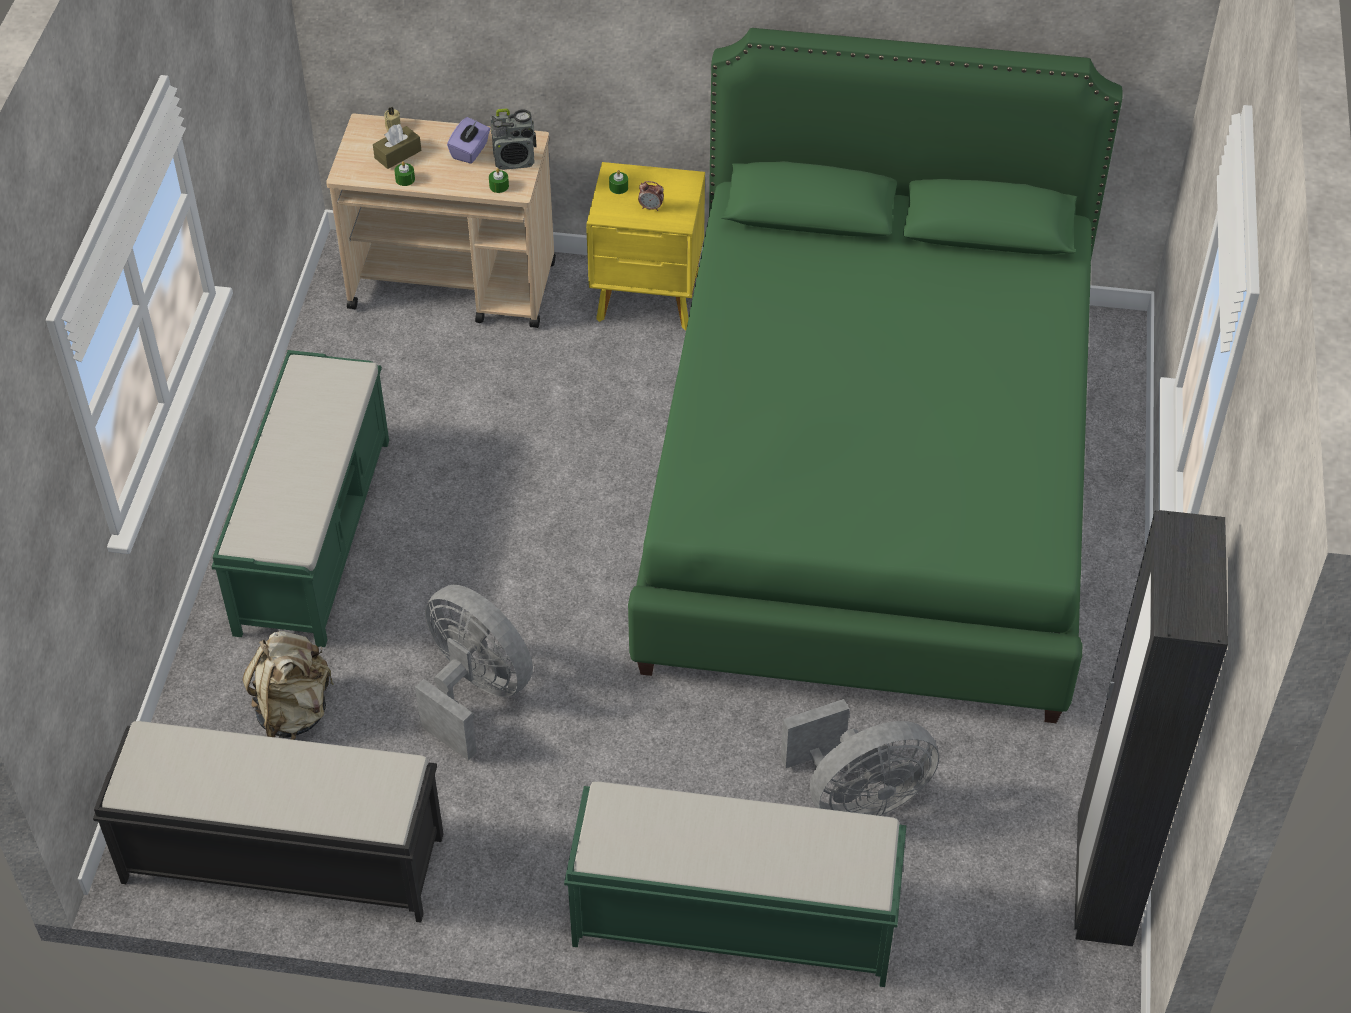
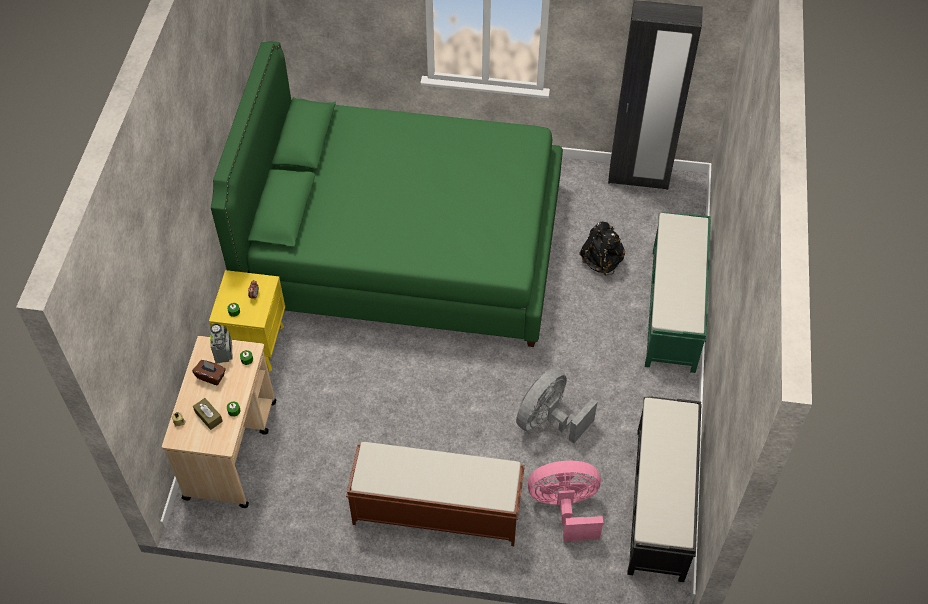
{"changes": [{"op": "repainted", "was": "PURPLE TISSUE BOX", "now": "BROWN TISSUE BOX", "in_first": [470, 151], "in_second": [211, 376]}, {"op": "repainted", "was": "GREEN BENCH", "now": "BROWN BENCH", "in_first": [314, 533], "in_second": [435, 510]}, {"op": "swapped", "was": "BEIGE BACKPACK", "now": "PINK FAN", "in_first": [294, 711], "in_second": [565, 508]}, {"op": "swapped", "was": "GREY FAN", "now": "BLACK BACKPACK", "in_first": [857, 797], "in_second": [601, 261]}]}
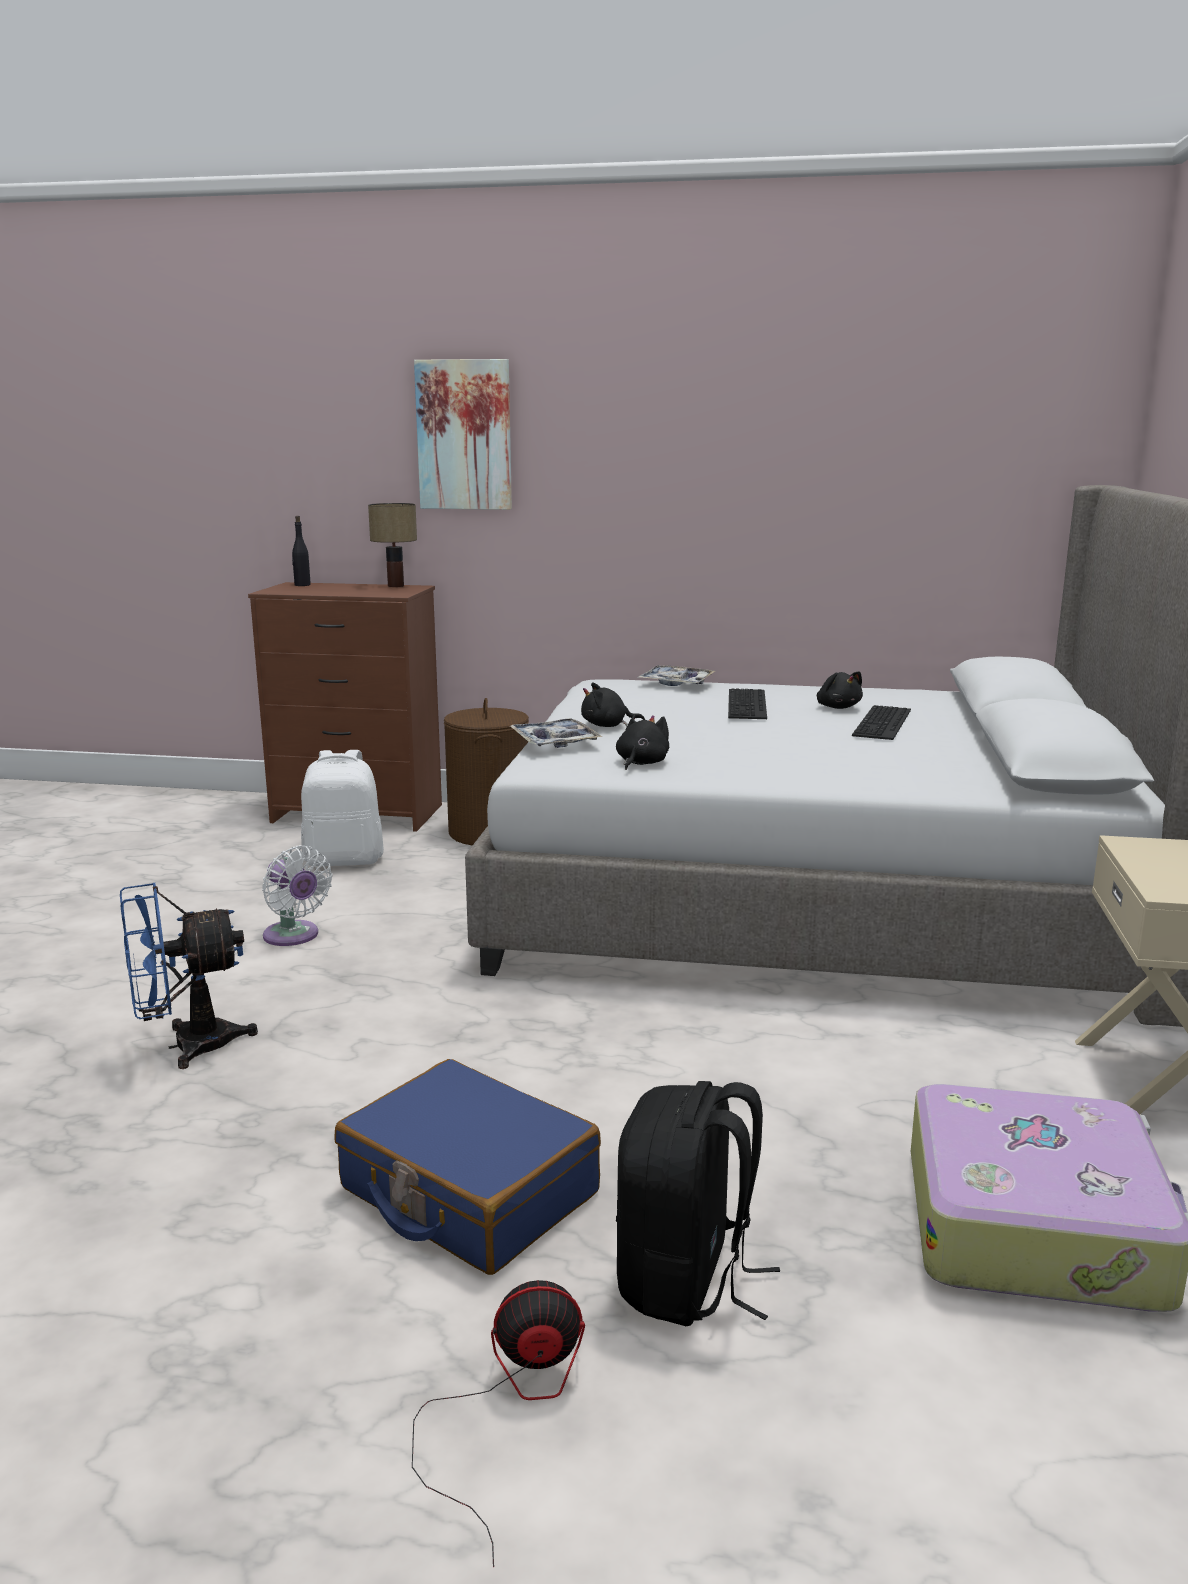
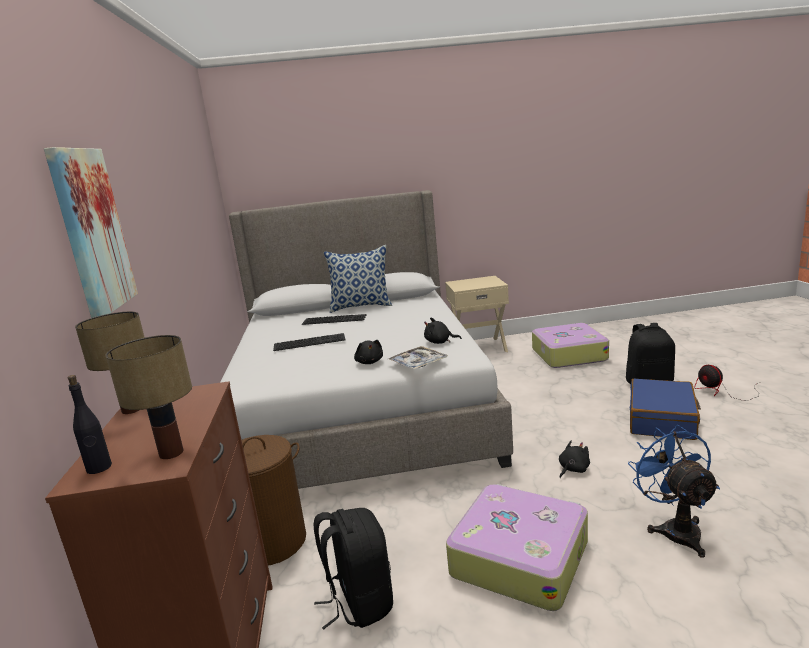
{"changes": [{"op": "new", "now": "TABLE LAMP", "in_second": [172, 453]}, {"op": "repainted", "was": "WHITE BACKPACK", "now": "BLACK BACKPACK", "in_first": [344, 860], "in_second": [359, 602]}, {"op": "new", "now": "PILLOW", "in_second": [361, 306]}, {"op": "swapped", "was": "WHITE FAN", "now": "SUITCASE", "in_first": [294, 936], "in_second": [519, 557]}, {"op": "shifted", "was": "BLACK PLUSH TOY", "in_first": [837, 707], "in_second": [573, 469]}, {"op": "rotated", "was": "BLUE FAN", "in_first": [187, 1046], "in_second": [675, 529], "clockwise": -150}, {"op": "gone", "was": "TRAY", "in_first": [676, 683]}]}
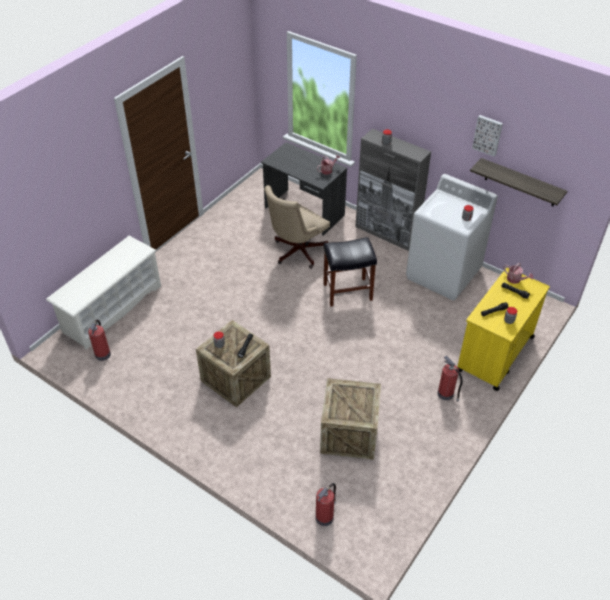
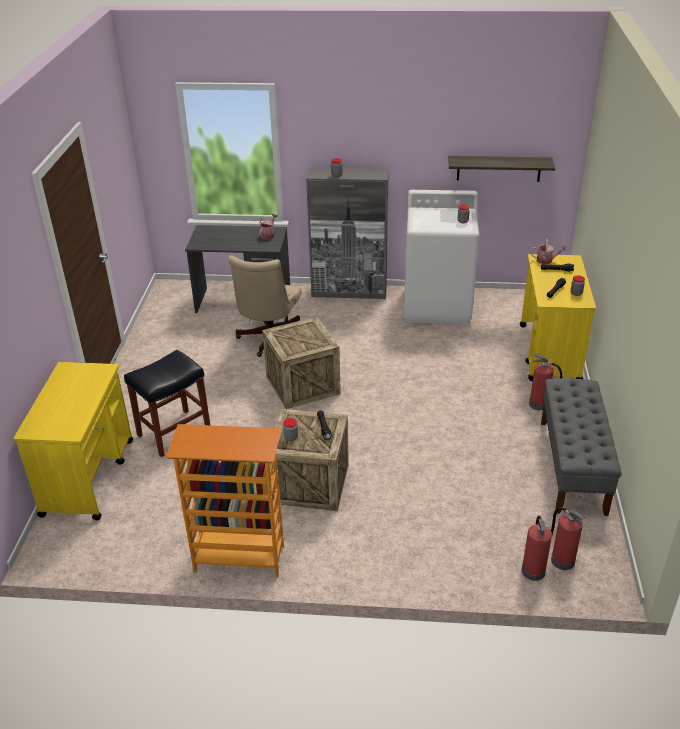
{"changes": [{"op": "swapped", "was": "WHITE SHOE RACK", "now": "YELLOW CART", "in_first": [112, 309], "in_second": [89, 476]}, {"op": "shifted", "was": "BLACK STOOL", "in_first": [347, 292], "in_second": [173, 433]}, {"op": "new", "now": "BOOKCASE", "in_second": [239, 559]}, {"op": "shifted", "was": "CRATE", "in_first": [349, 434], "in_second": [302, 385]}, {"op": "new", "now": "GREY BENCH", "in_second": [572, 466]}, {"op": "shifted", "was": "FIRE EXTINGUISHER", "in_first": [103, 354], "in_second": [561, 560]}, {"op": "gone", "was": "PICTURE", "in_first": [488, 135]}]}
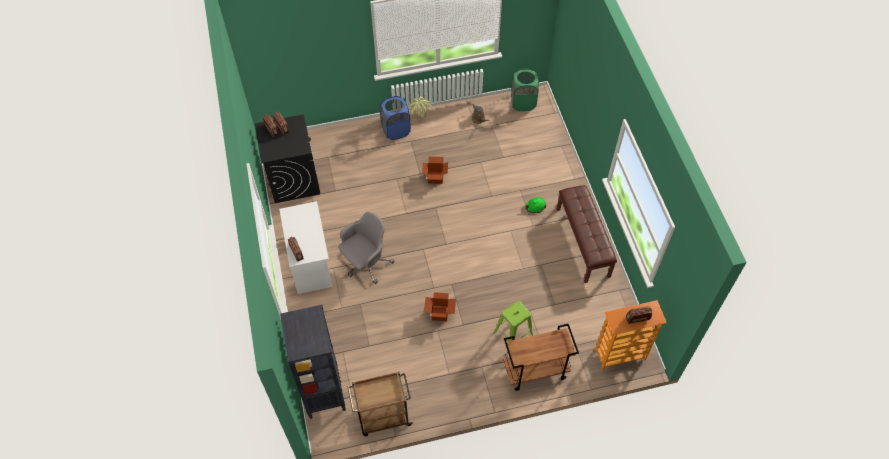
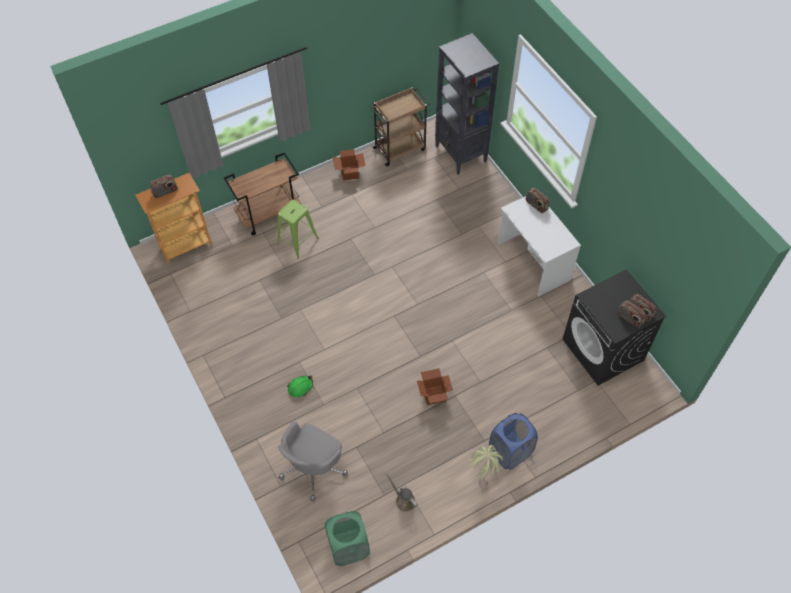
{"changes": [{"op": "shifted", "was": "GREY OFFICE CHAIR", "in_first": [366, 263], "in_second": [313, 468]}, {"op": "shifted", "was": "CARDBOARD BOX", "in_first": [440, 313], "in_second": [349, 173]}, {"op": "gone", "was": "BROWN BENCH", "in_first": [583, 242]}]}
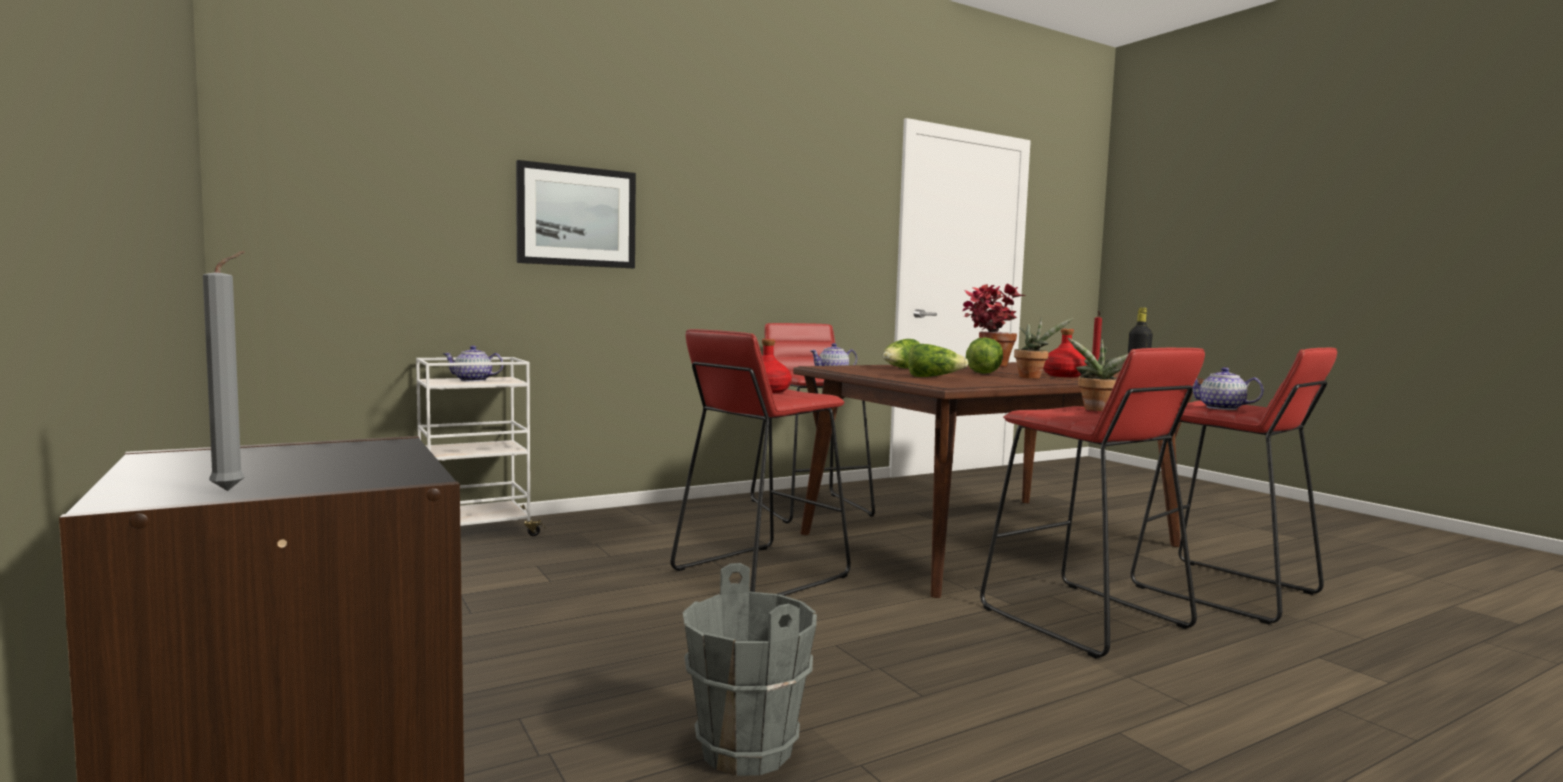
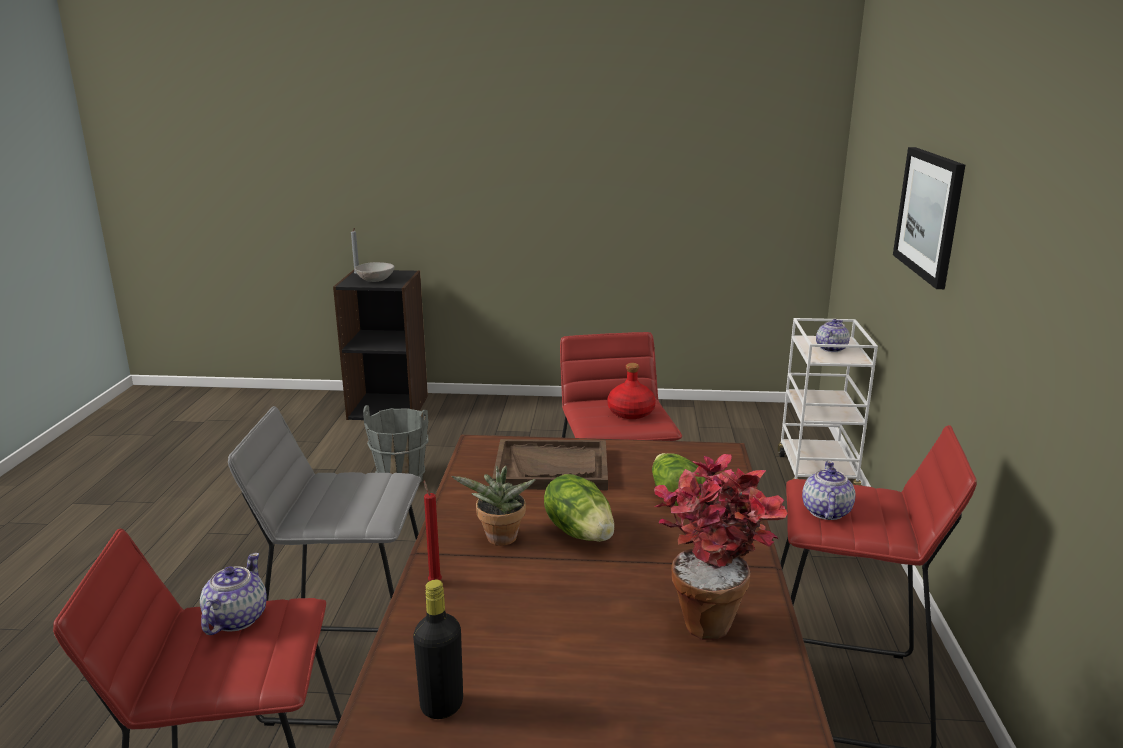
{"changes": [{"op": "rotated", "was": "TEAPOT", "in_first": [1222, 408], "in_second": [235, 619], "clockwise": -60}, {"op": "repainted", "was": "RED STOOL", "now": "GREY STOOL", "in_first": [1083, 619], "in_second": [353, 674]}, {"op": "new", "now": "GREY BOWL", "in_second": [375, 280]}, {"op": "swapped", "was": "LETTUCE", "now": "BROWN TRAY", "in_first": [933, 377], "in_second": [552, 468]}, {"op": "gone", "was": "RED BOTTLE", "in_first": [1064, 376]}, {"op": "gone", "was": "POTTED PLANT", "in_first": [1095, 410]}]}
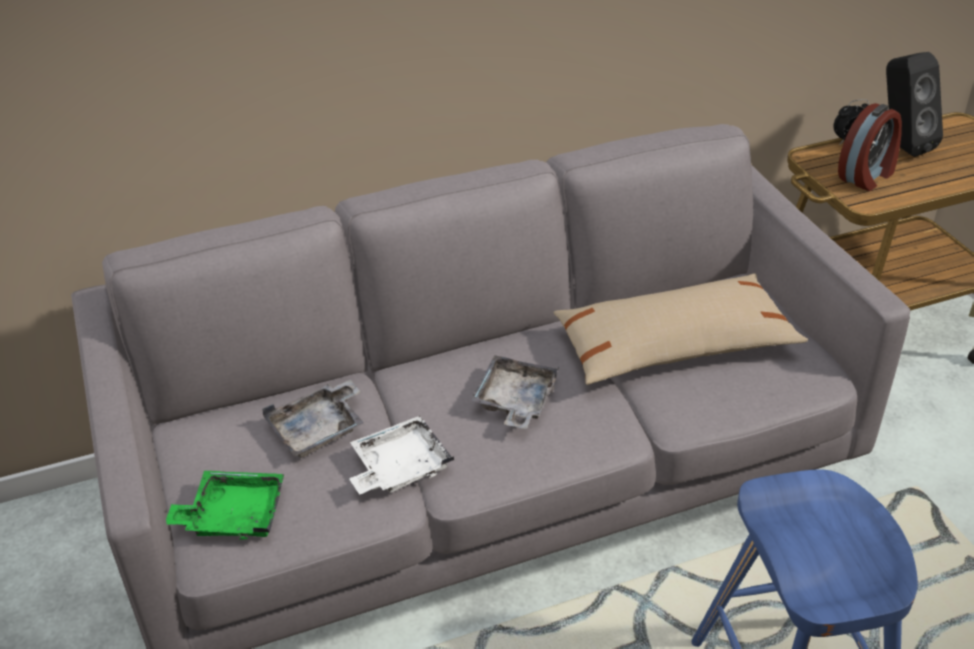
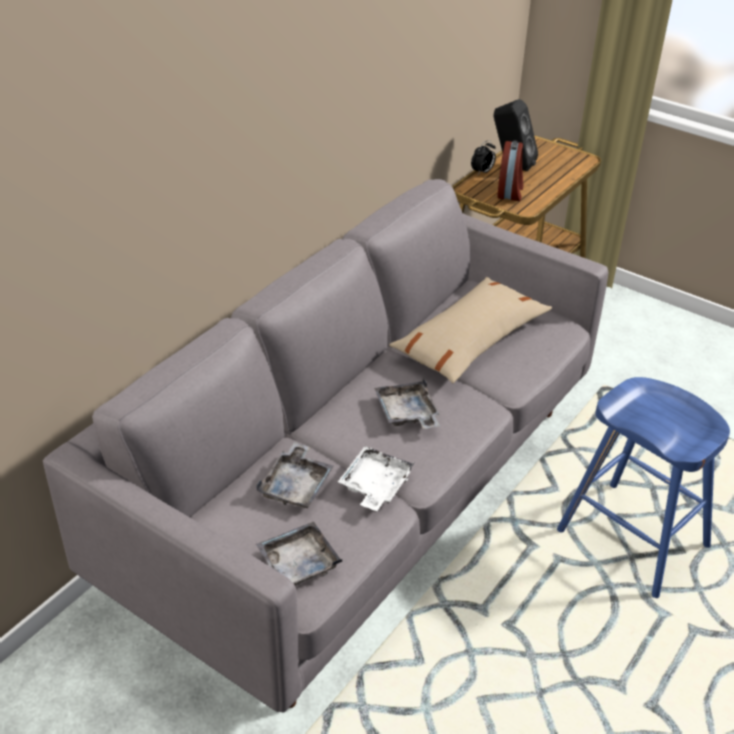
{"changes": [{"op": "repainted", "was": "GREEN TRAY", "now": "GREY TRAY", "in_first": [233, 515], "in_second": [296, 566]}]}
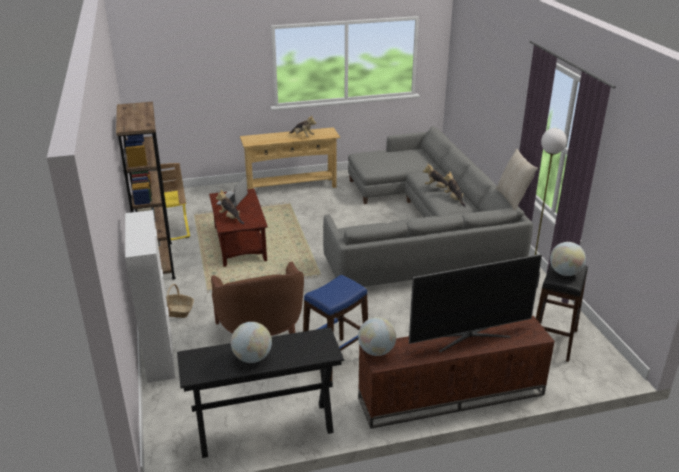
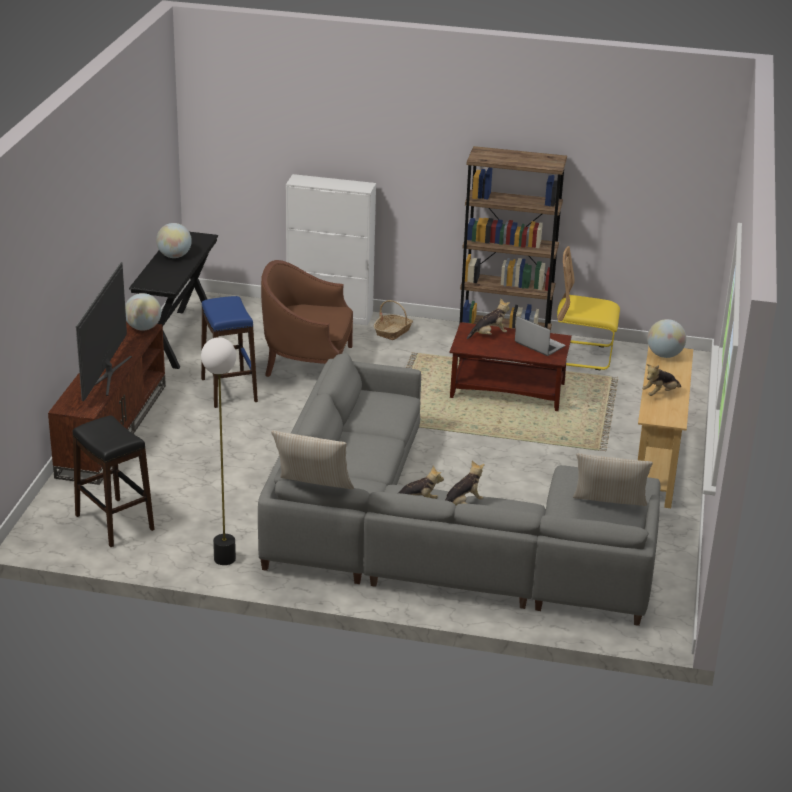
{"changes": [{"op": "new", "now": "BEIGE PILLOW", "in_second": [608, 508]}, {"op": "shifted", "was": "GLOBE", "in_first": [565, 273], "in_second": [664, 355]}]}
